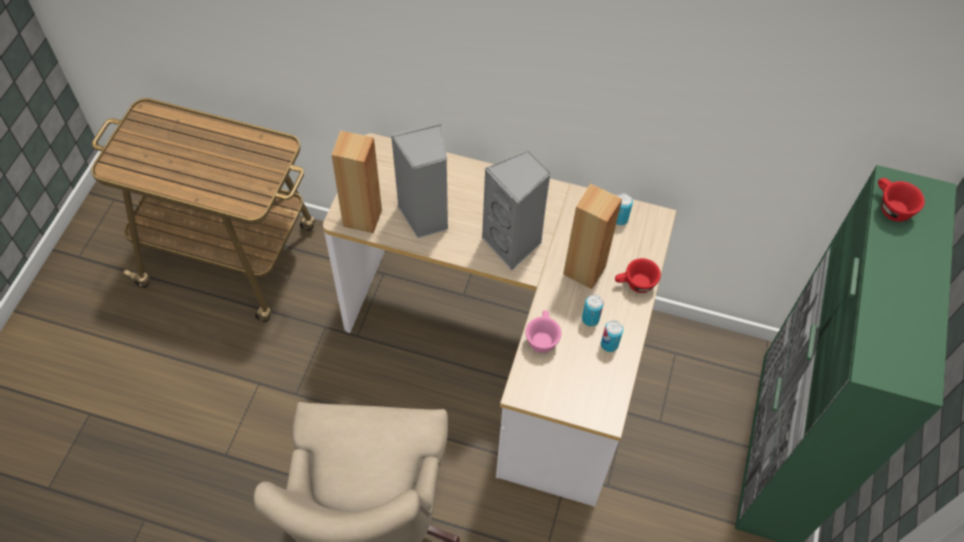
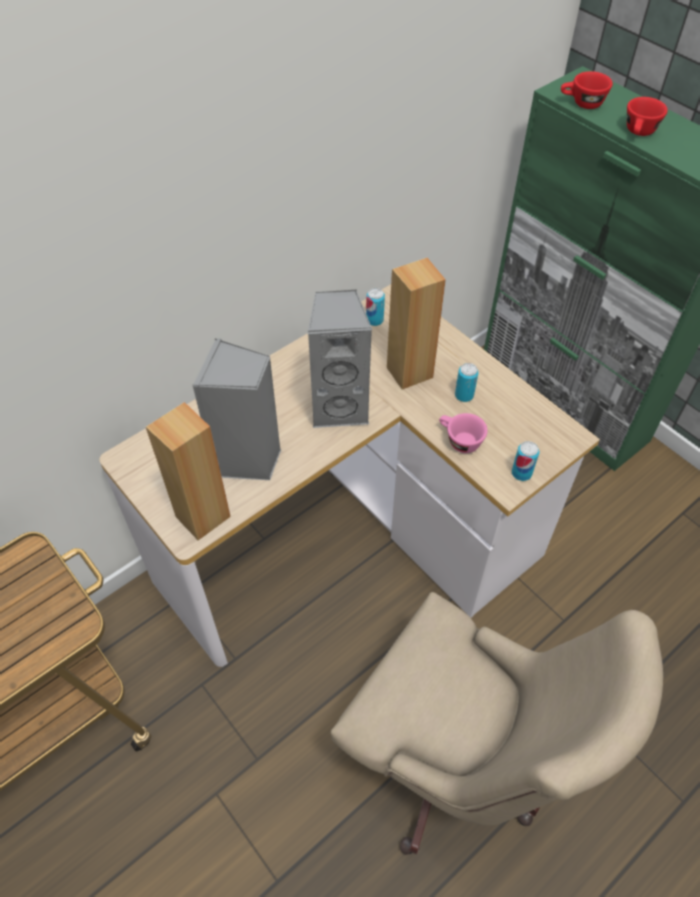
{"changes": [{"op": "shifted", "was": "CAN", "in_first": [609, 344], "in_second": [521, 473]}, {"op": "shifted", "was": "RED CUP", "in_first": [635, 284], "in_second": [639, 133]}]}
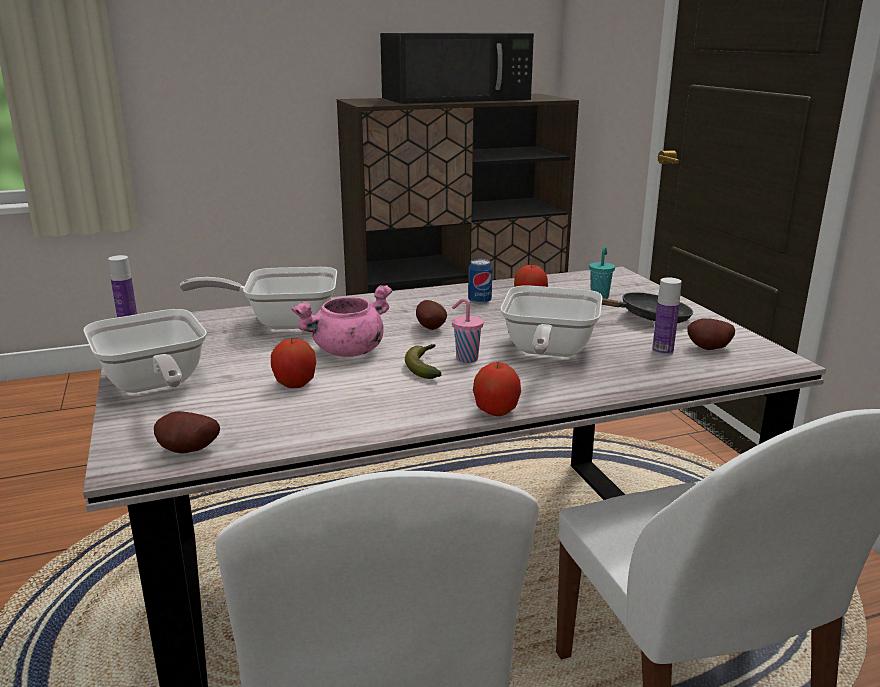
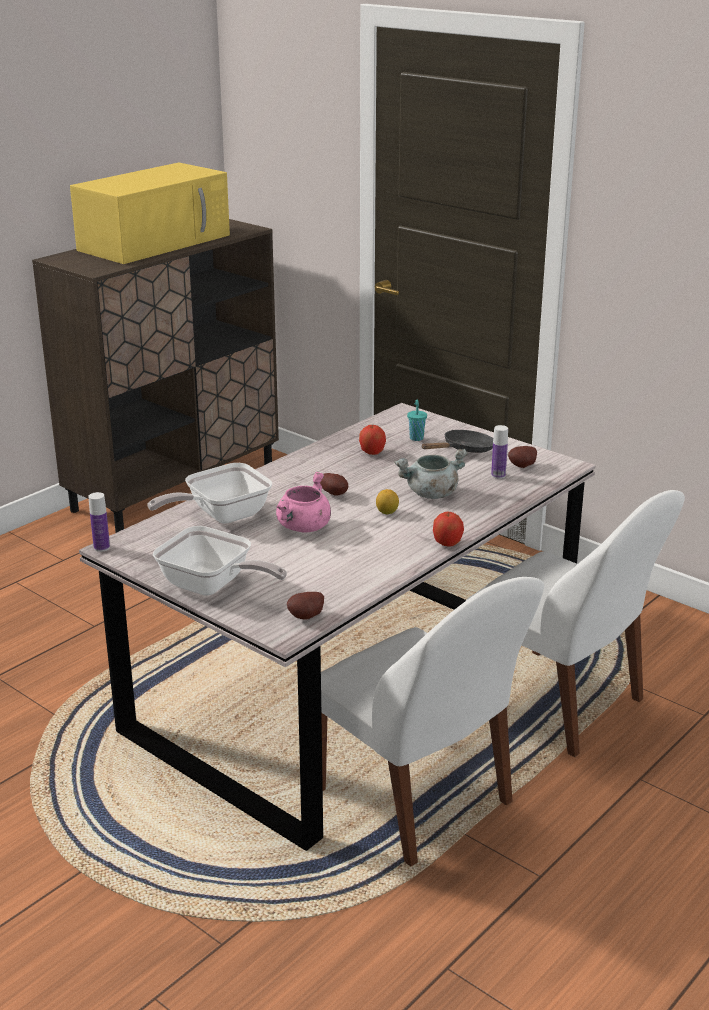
{"changes": [{"op": "repainted", "was": "BLACK MICROWAVE", "now": "YELLOW MICROWAVE", "in_first": [457, 98], "in_second": [156, 242]}, {"op": "swapped", "was": "PINK CUP", "now": "LEMON", "in_first": [465, 359], "in_second": [387, 512]}, {"op": "swapped", "was": "FRYING PAN", "now": "GREY COOKING POT", "in_first": [547, 352], "in_second": [431, 494]}, {"op": "gone", "was": "APPLE", "in_first": [295, 384]}, {"op": "gone", "was": "BANANA", "in_first": [425, 367]}, {"op": "gone", "was": "CAN", "in_first": [479, 301]}]}
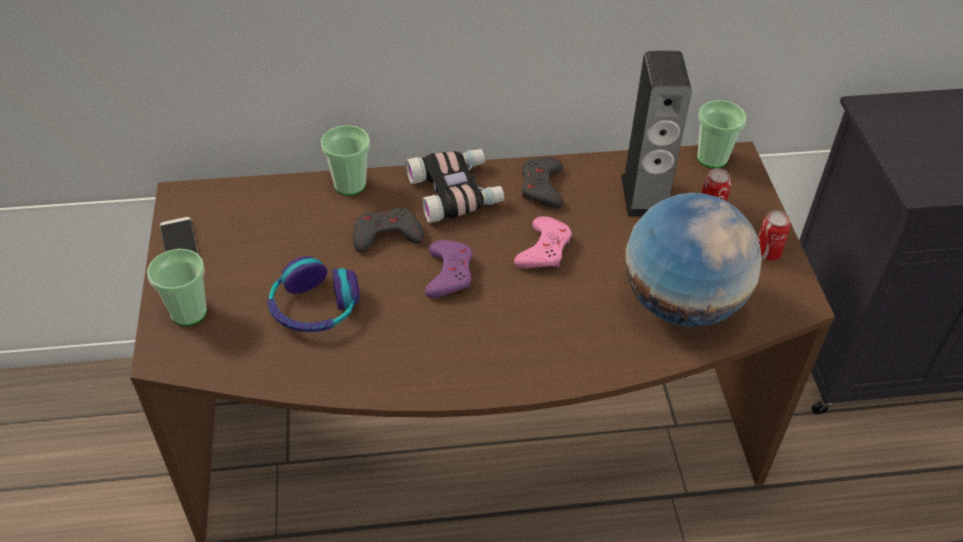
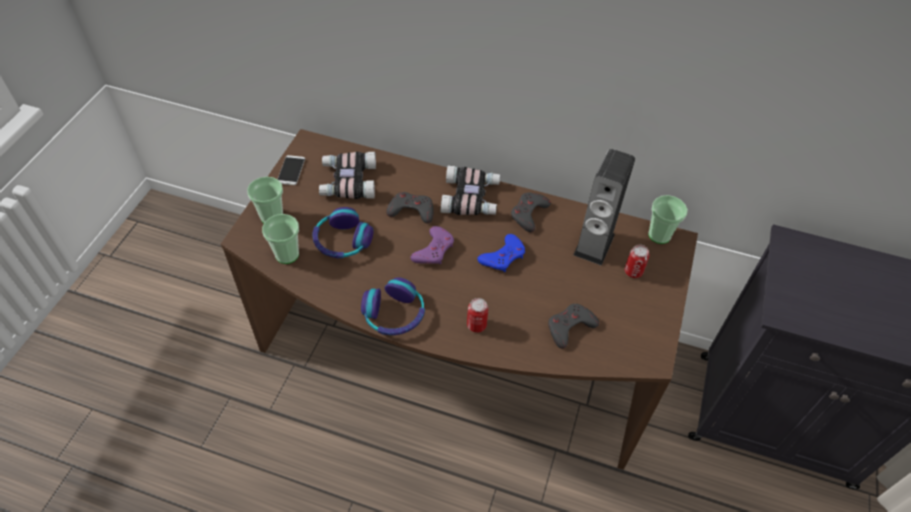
{"changes": [{"op": "shifted", "was": "CUP", "in_first": [350, 185], "in_second": [287, 254]}, {"op": "new", "now": "BINOCULARS", "in_second": [347, 181]}, {"op": "new", "now": "HEADPHONES", "in_second": [394, 314]}, {"op": "shifted", "was": "CAN", "in_first": [767, 253], "in_second": [476, 325]}, {"op": "repainted", "was": "PINK GAME CONTROLLER", "now": "BLUE GAME CONTROLLER", "in_first": [544, 249], "in_second": [503, 256]}, {"op": "swapped", "was": "GLOBE", "now": "GREY GAME CONTROLLER", "in_first": [681, 303], "in_second": [570, 327]}]}
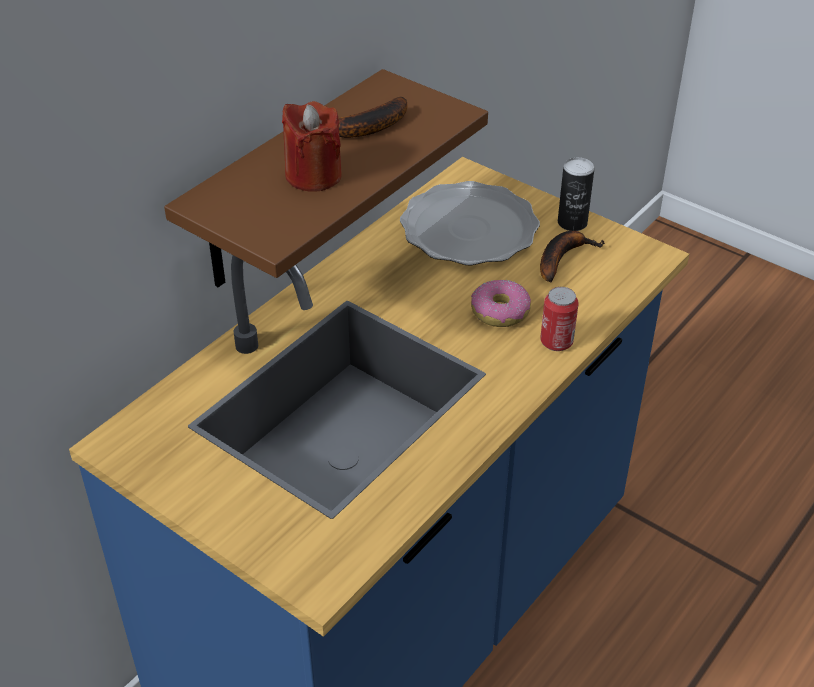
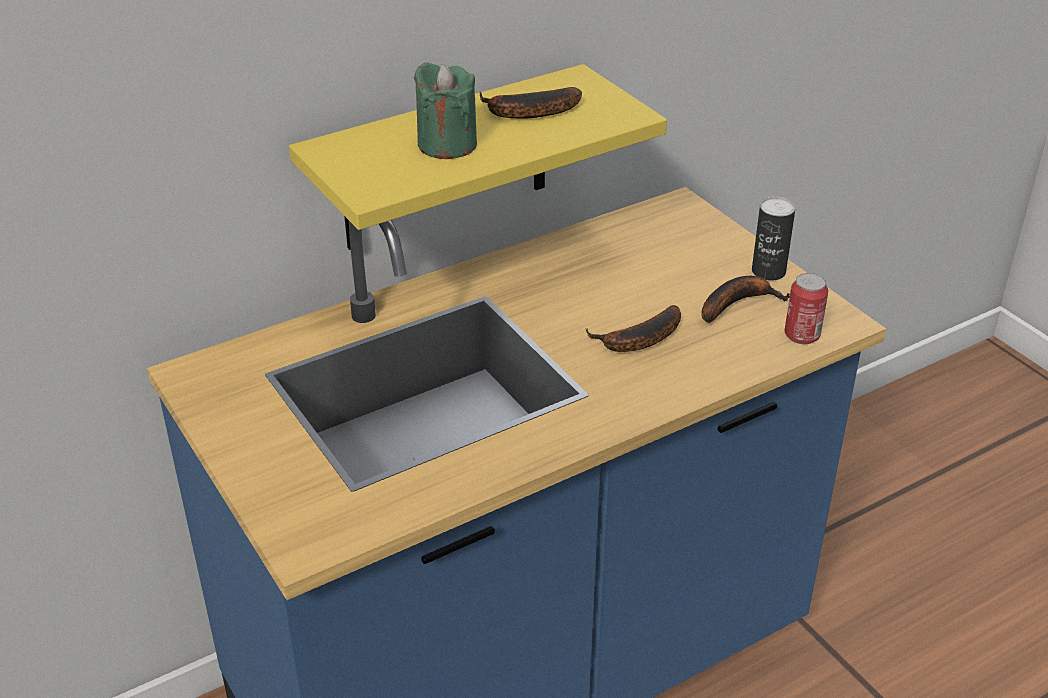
{"changes": [{"op": "repainted", "was": "BROWN SHELF", "now": "YELLOW SHELF", "in_first": [285, 184], "in_second": [446, 160]}, {"op": "repainted", "was": "RED CANDLE", "now": "GREEN CANDLE", "in_first": [313, 175], "in_second": [447, 145]}, {"op": "swapped", "was": "DONUT", "now": "BANANA", "in_first": [500, 312], "in_second": [638, 340]}, {"op": "shifted", "was": "CAN", "in_first": [556, 342], "in_second": [802, 335]}, {"op": "gone", "was": "PLATE", "in_first": [469, 229]}]}
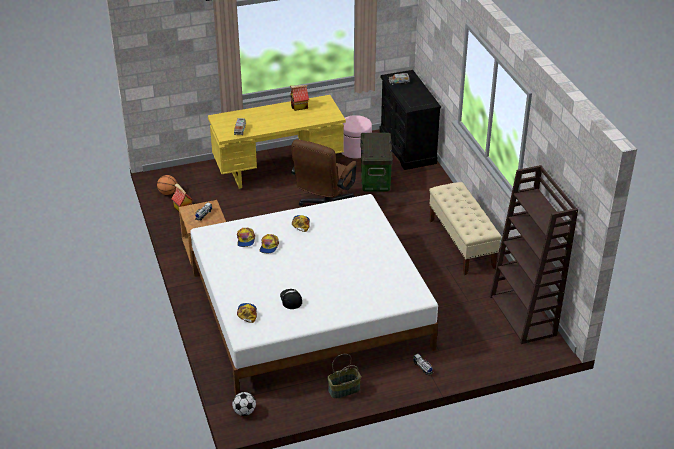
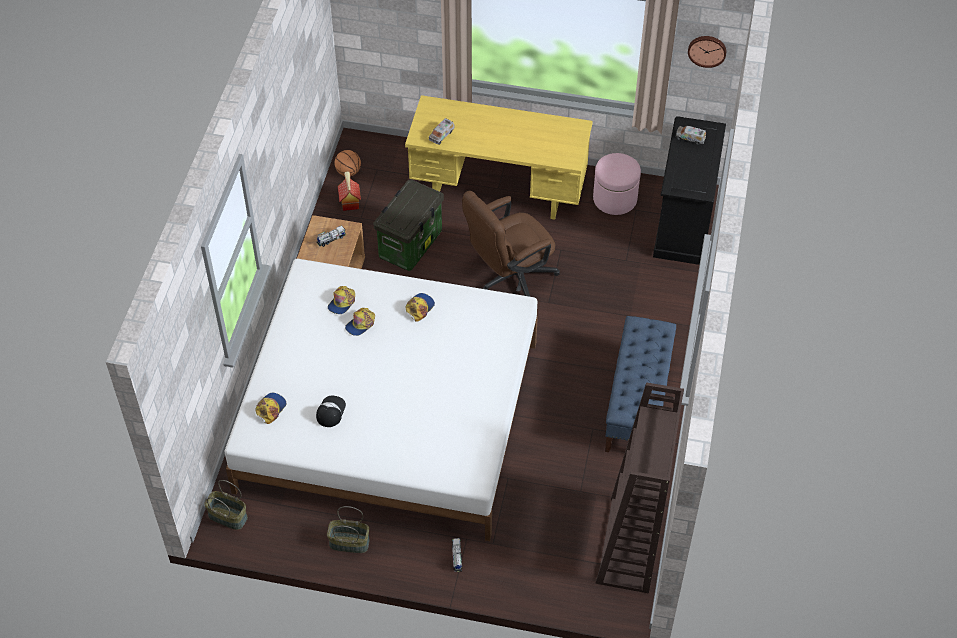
{"changes": [{"op": "swapped", "was": "FOOTBALL", "now": "BASKET", "in_first": [244, 412], "in_second": [227, 517]}, {"op": "shifted", "was": "STORAGE BOX", "in_first": [375, 179], "in_second": [410, 244]}, {"op": "repainted", "was": "BEIGE BENCH", "now": "BLUE BENCH", "in_first": [461, 244], "in_second": [637, 404]}, {"op": "new", "now": "WALL CLOCK", "in_second": [707, 50]}, {"op": "gone", "was": "TOY HOUSE", "in_first": [299, 106]}]}
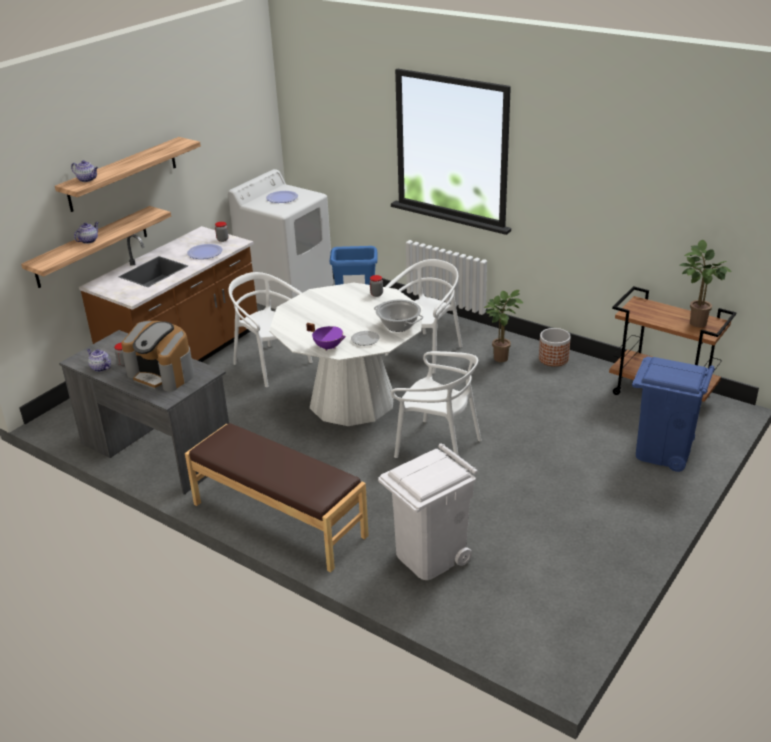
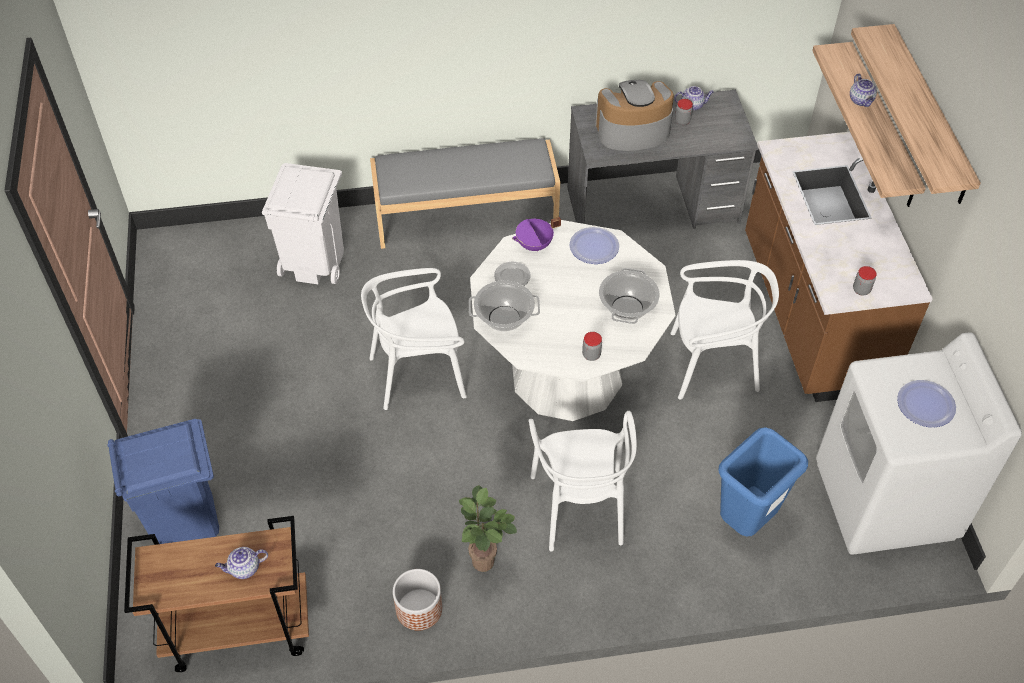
{"changes": [{"op": "shifted", "was": "TEAPOT", "in_first": [87, 179], "in_second": [244, 569]}, {"op": "repainted", "was": "BROWN BENCH", "now": "GREY BENCH", "in_first": [278, 520], "in_second": [466, 216]}, {"op": "shifted", "was": "PLATE", "in_first": [205, 252], "in_second": [594, 247]}, {"op": "new", "now": "COOKING POT", "in_second": [627, 308]}, {"op": "gone", "was": "POTTED PLANT", "in_first": [694, 322]}]}
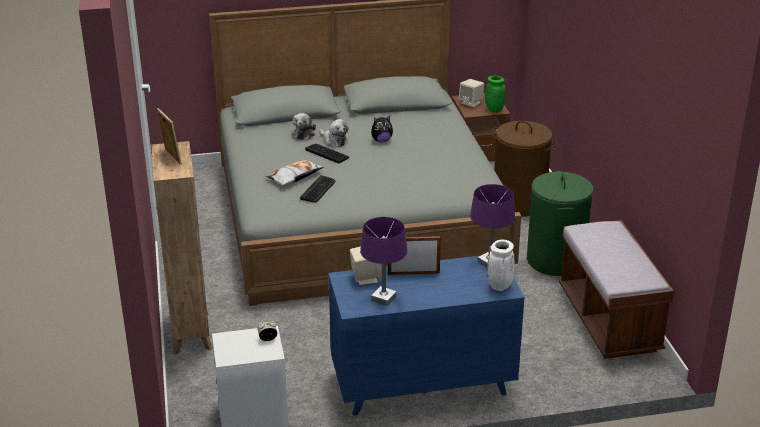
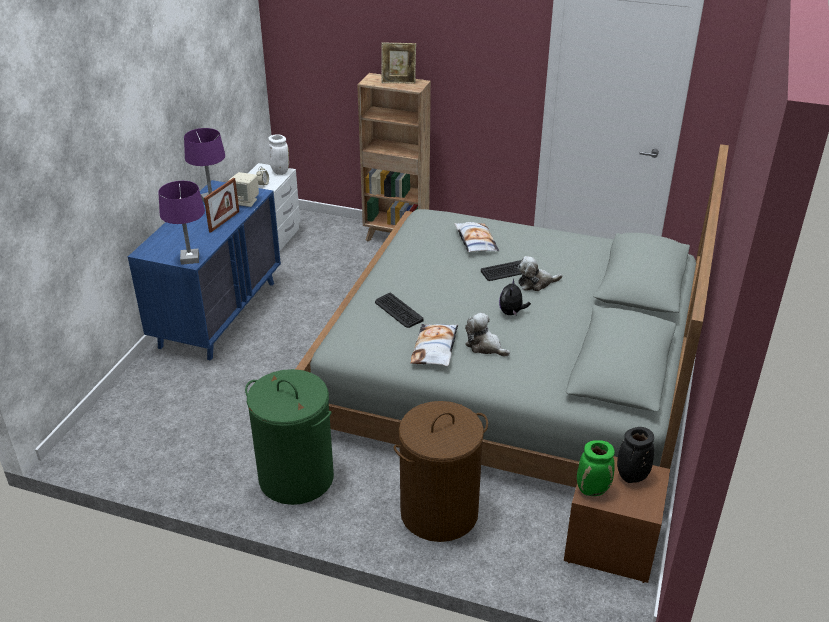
{"changes": [{"op": "shifted", "was": "WHITE VASE", "in_first": [500, 287], "in_second": [279, 171]}, {"op": "shifted", "was": "KEYBOARD", "in_first": [318, 190], "in_second": [398, 311]}, {"op": "new", "now": "PILLOW", "in_second": [435, 349]}, {"op": "shifted", "was": "PLUSH TOY", "in_first": [304, 133], "in_second": [485, 346]}, {"op": "swapped", "was": "BEIGE SPEAKER", "now": "BLACK VASE", "in_first": [471, 103], "in_second": [631, 477]}, {"op": "gone", "was": "BROWN BENCH", "in_first": [608, 321]}]}
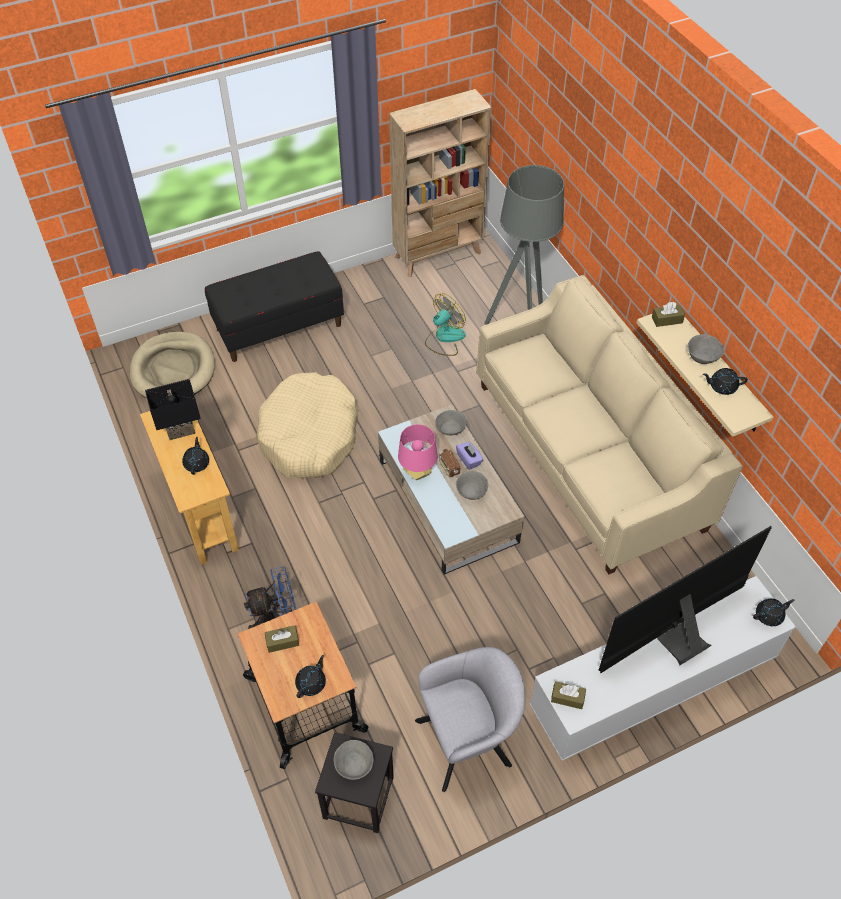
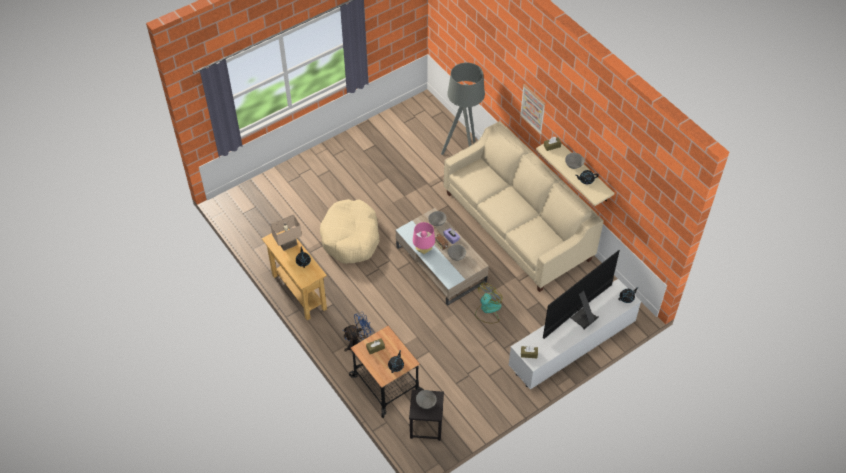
{"changes": [{"op": "repainted", "was": "BLACK TABLE LAMP", "now": "BEIGE TABLE LAMP", "in_first": [181, 429], "in_second": [288, 244]}, {"op": "shifted", "was": "FAN", "in_first": [444, 338], "in_second": [487, 310]}, {"op": "new", "now": "PICTURE", "in_second": [533, 109]}, {"op": "gone", "was": "BEIGE DOG BED", "in_first": [173, 370]}, {"op": "gone", "was": "BLACK BENCH", "in_first": [279, 327]}, {"op": "gone", "was": "BEIGE BOOKCASE", "in_first": [438, 255]}, {"op": "gone", "was": "GREY ARMCHAIR", "in_first": [469, 741]}]}
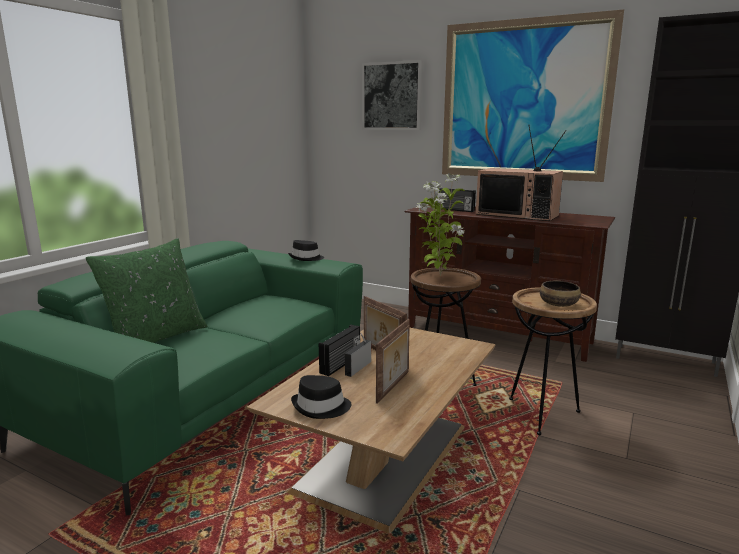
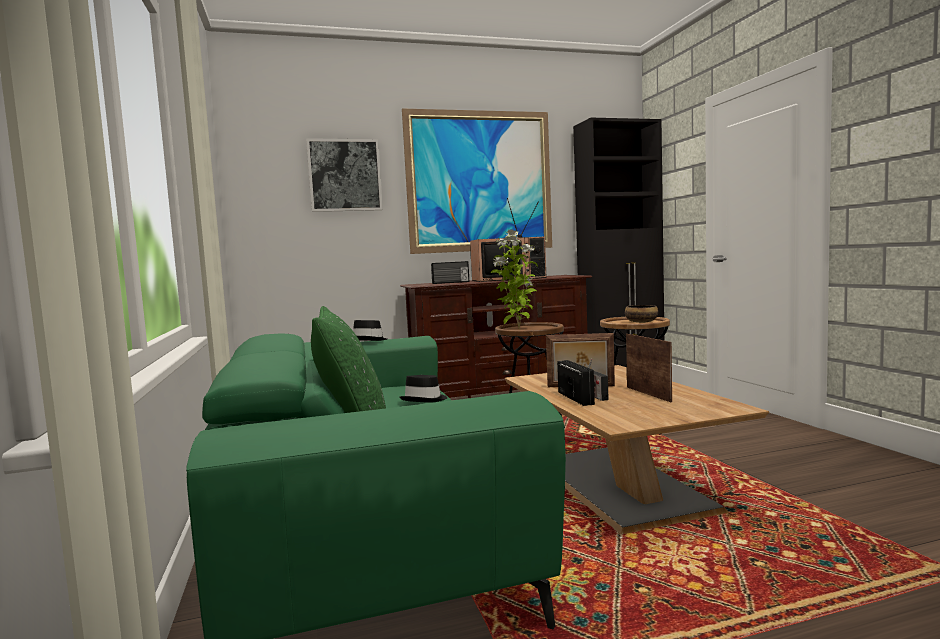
{"changes": [{"op": "shifted", "was": "BLACK HAT", "in_first": [321, 407], "in_second": [425, 400]}]}
